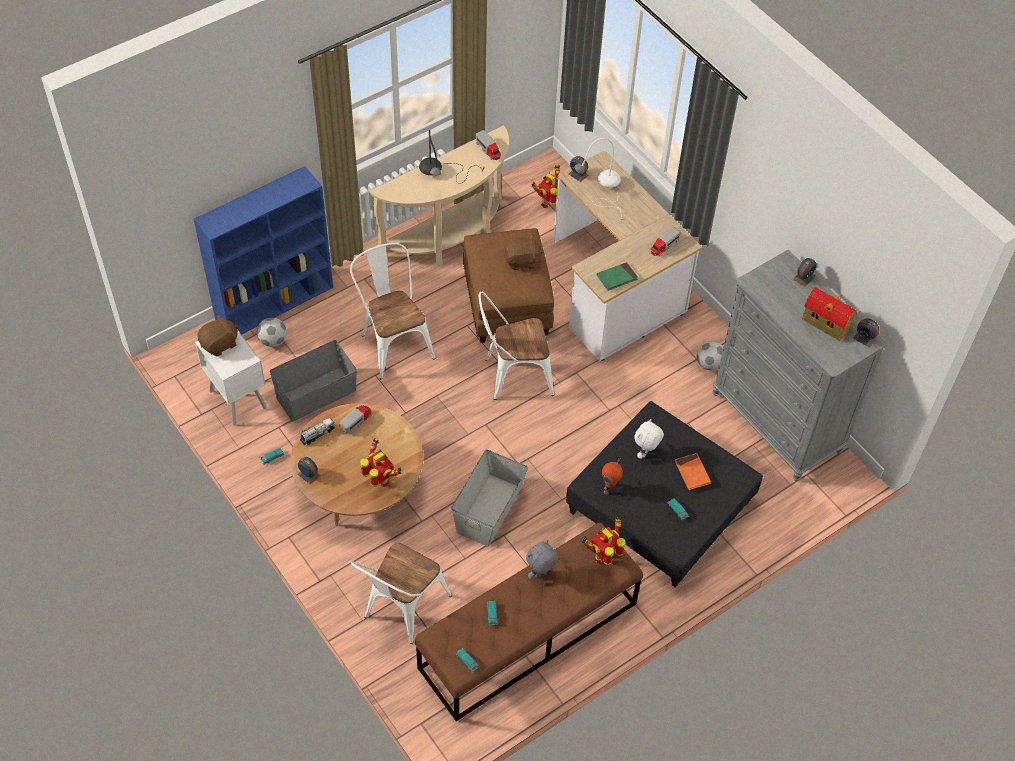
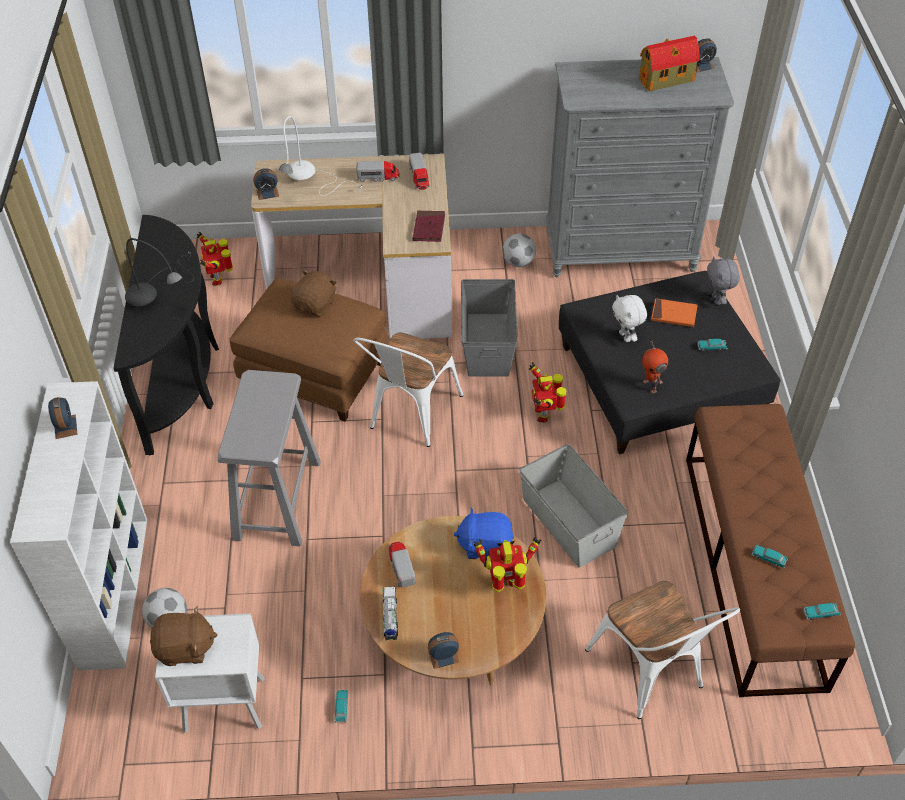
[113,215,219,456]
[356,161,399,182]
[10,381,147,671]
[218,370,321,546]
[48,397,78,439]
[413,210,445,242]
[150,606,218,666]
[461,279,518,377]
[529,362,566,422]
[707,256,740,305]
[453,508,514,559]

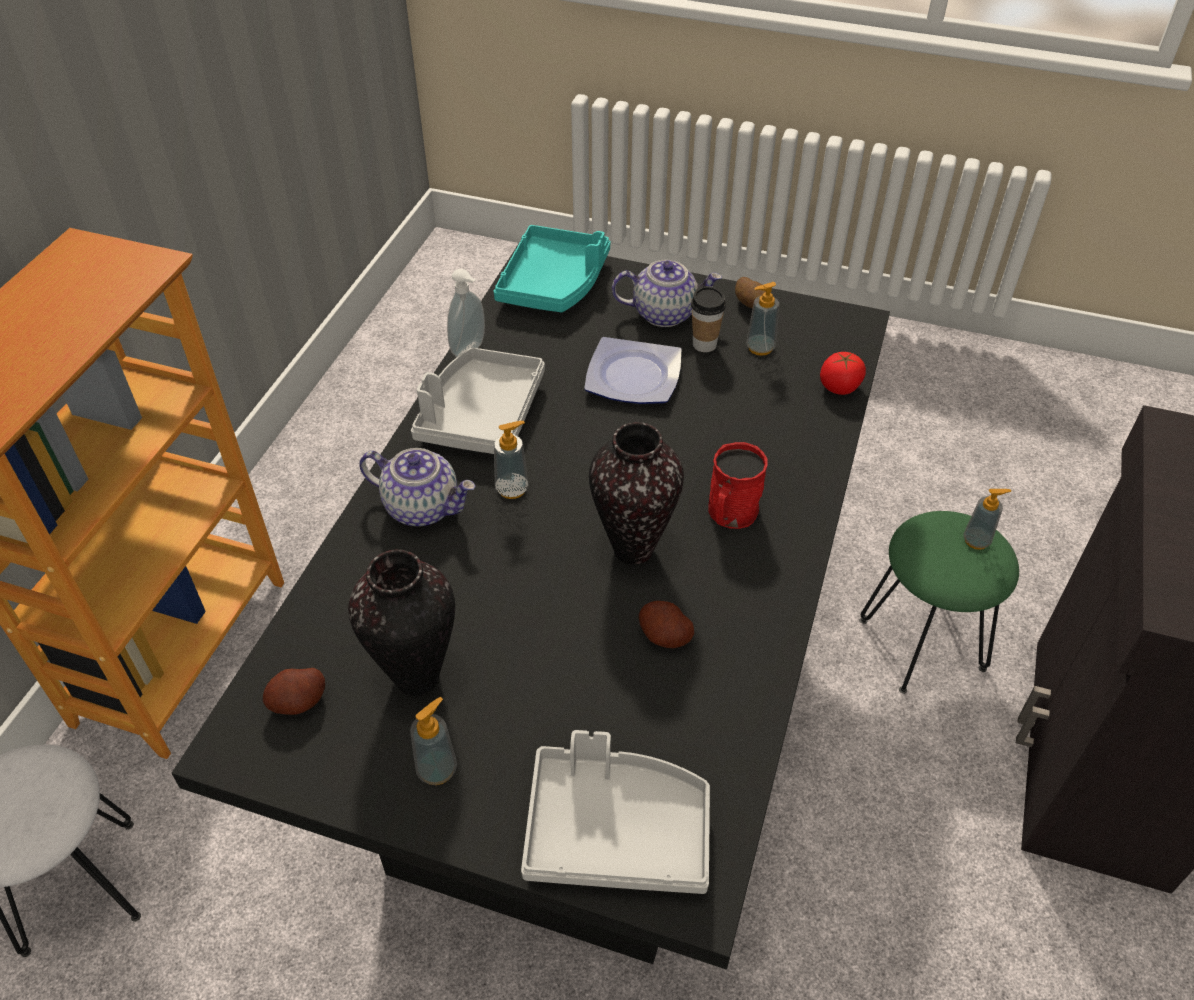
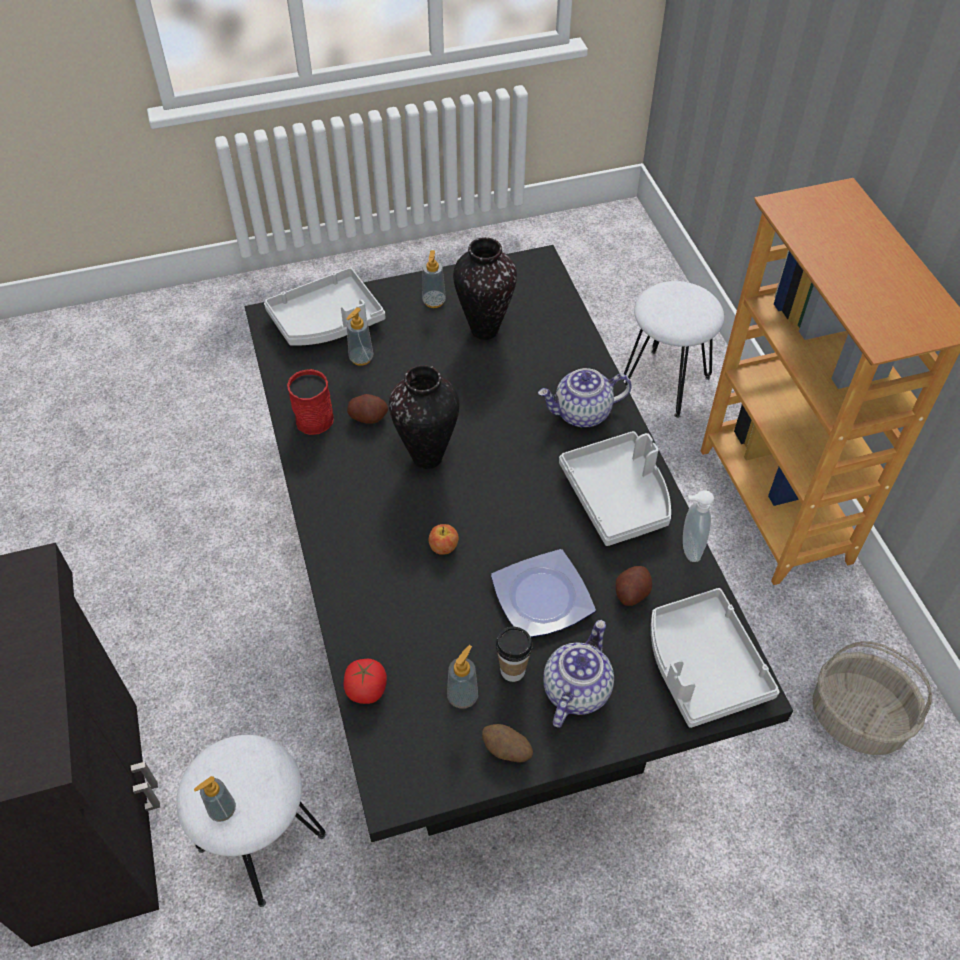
[651,588,780,728]
[543,620,614,728]
[347,308,373,366]
[287,369,334,435]
[176,735,326,907]
[616,566,652,606]
[429,524,459,555]
[813,641,932,755]

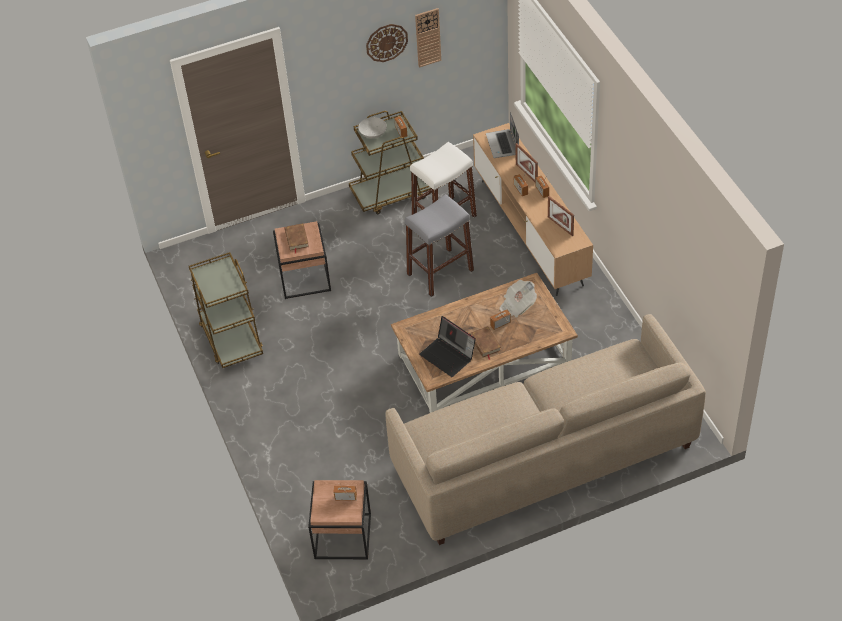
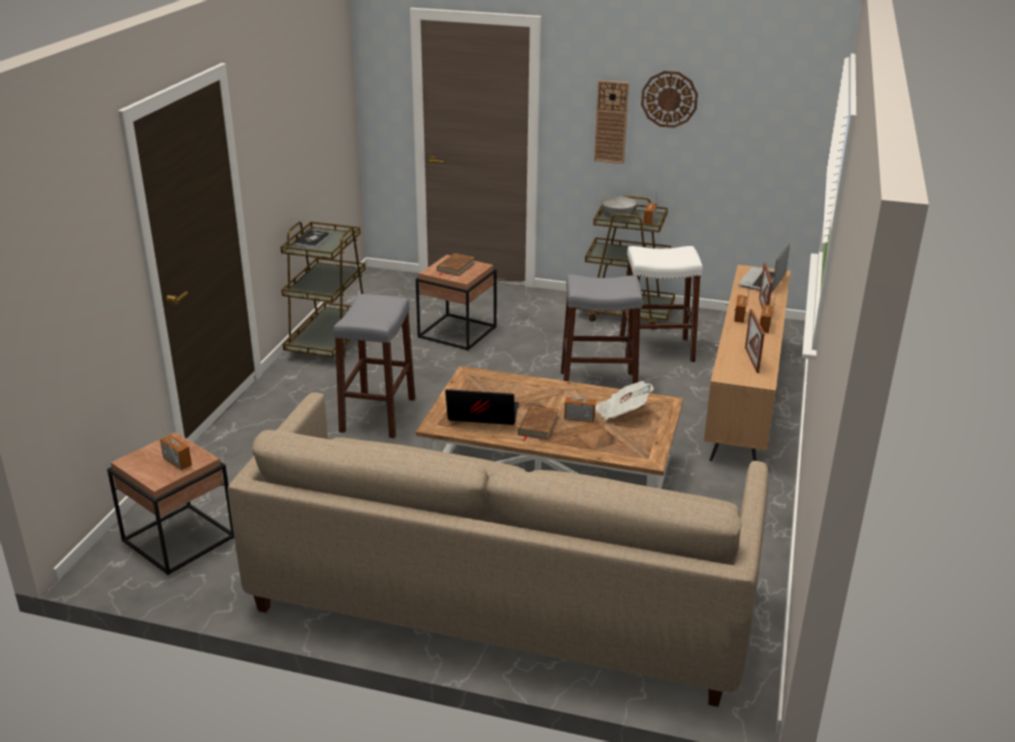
[594,80,629,164]
[445,389,519,425]
[294,230,331,248]
[334,294,415,438]

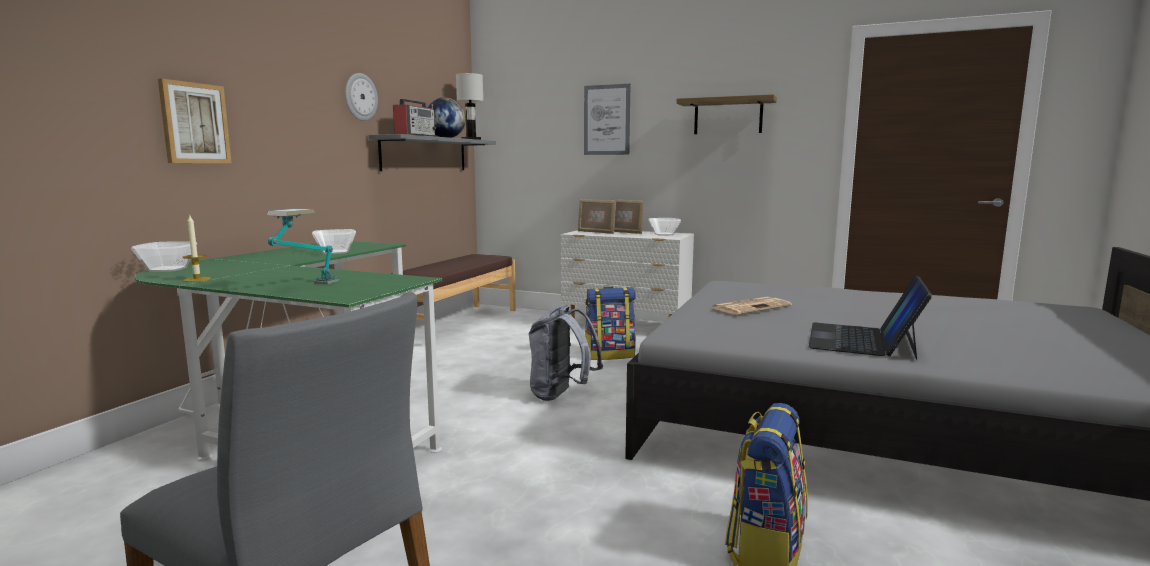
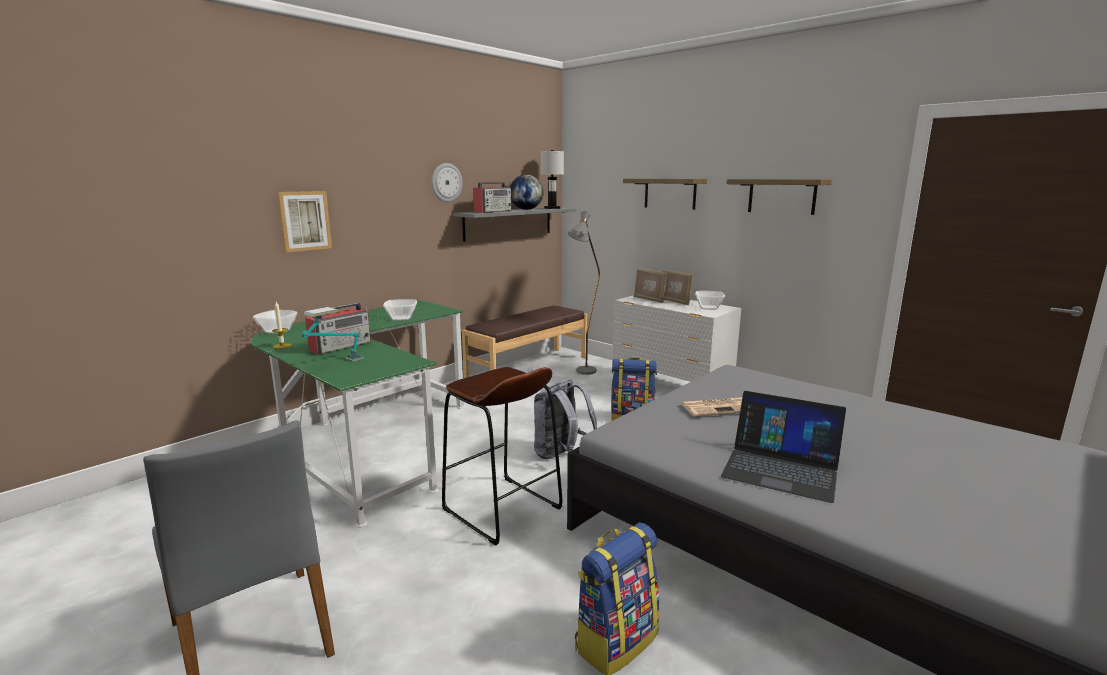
[623,179,707,210]
[721,391,846,503]
[568,211,600,375]
[305,301,371,355]
[442,367,562,546]

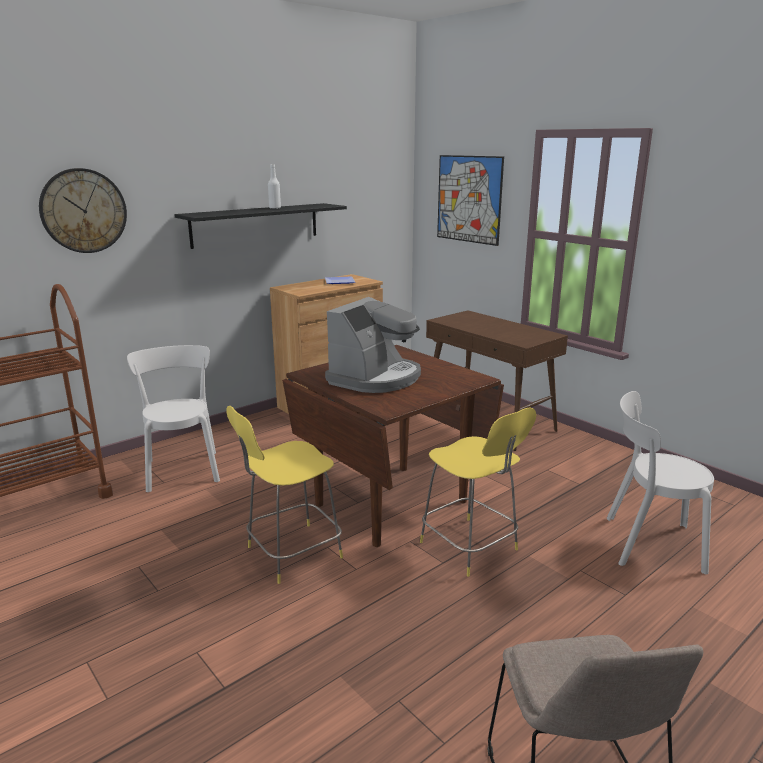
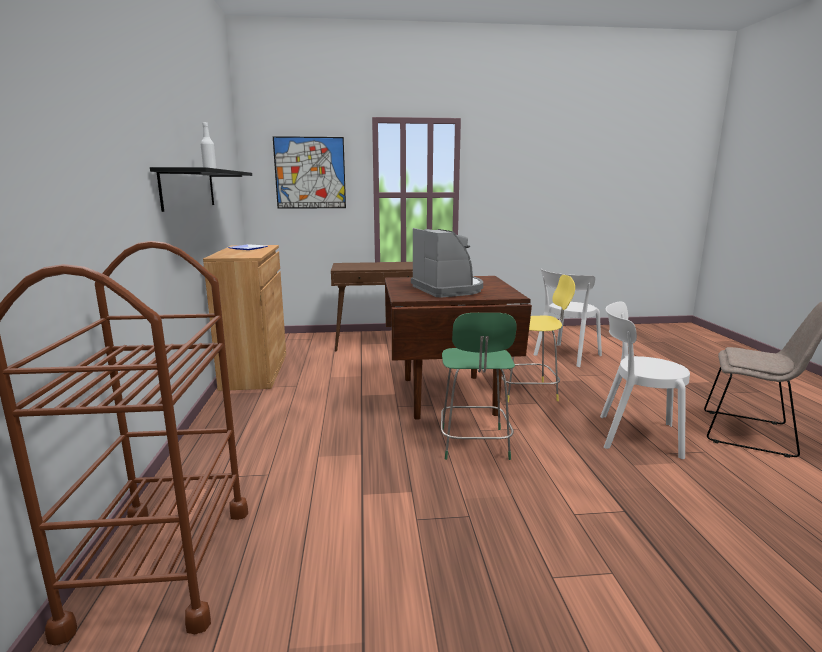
[39,168,127,253] (first image)
[600,302,690,459]
[441,313,517,460]

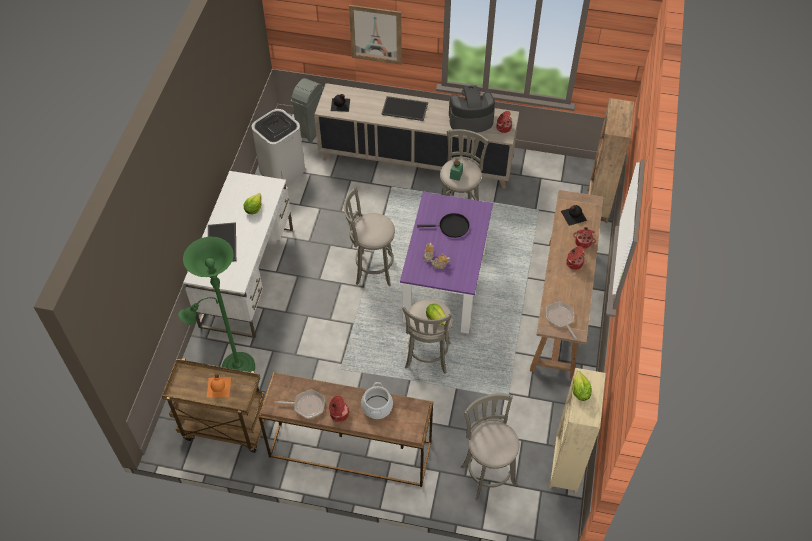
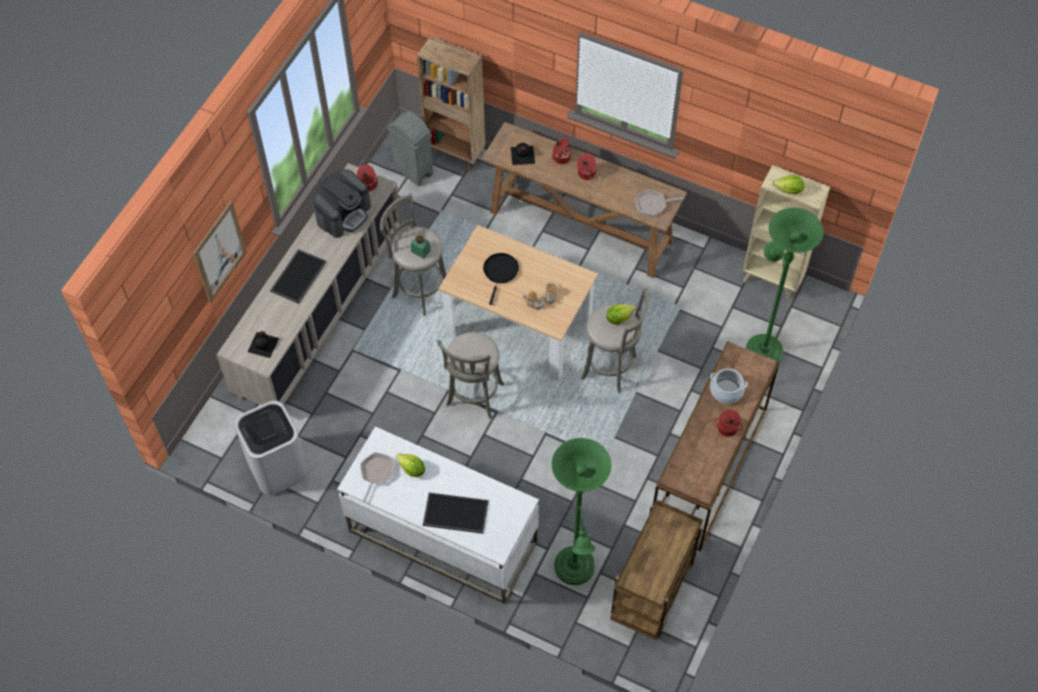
[388,111,433,186]
[313,169,371,238]
[438,225,598,382]
[207,375,231,398] (first image)
[361,452,395,503]
[746,208,823,362]

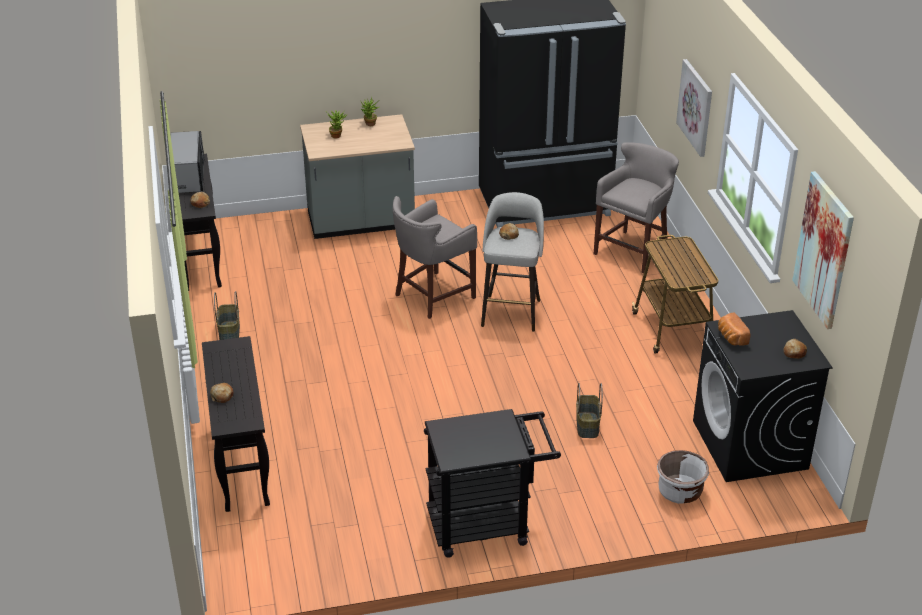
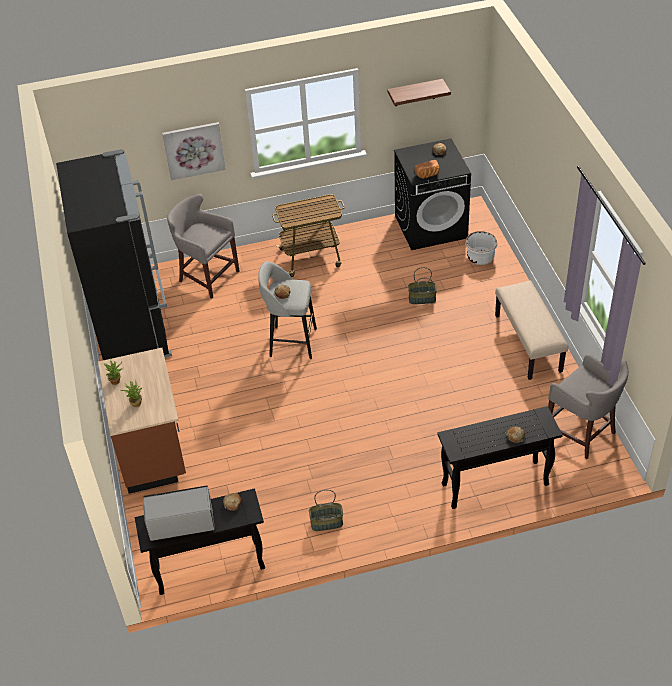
[98,348,186,494]
[387,79,451,106]
[548,354,628,459]
[495,281,568,380]

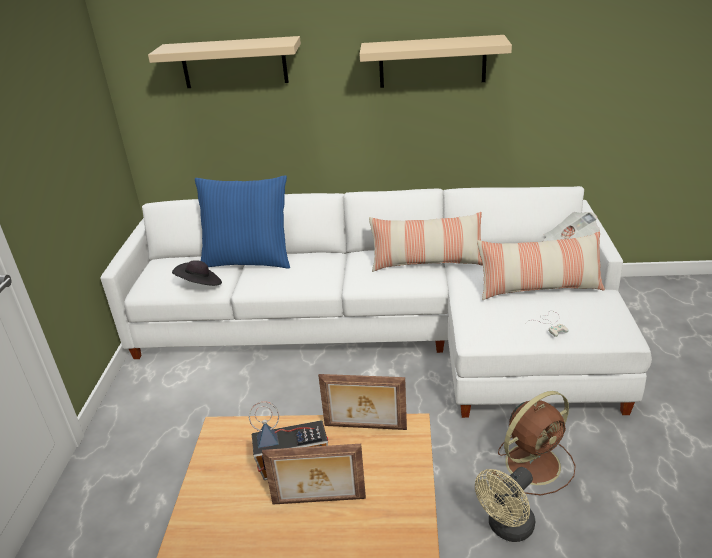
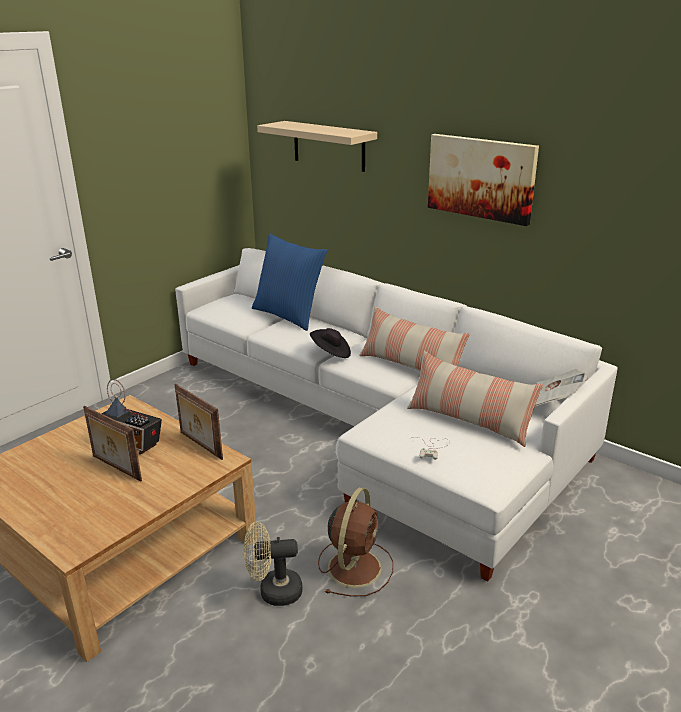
[428,134,539,226]
[310,328,351,358]
[318,487,393,597]

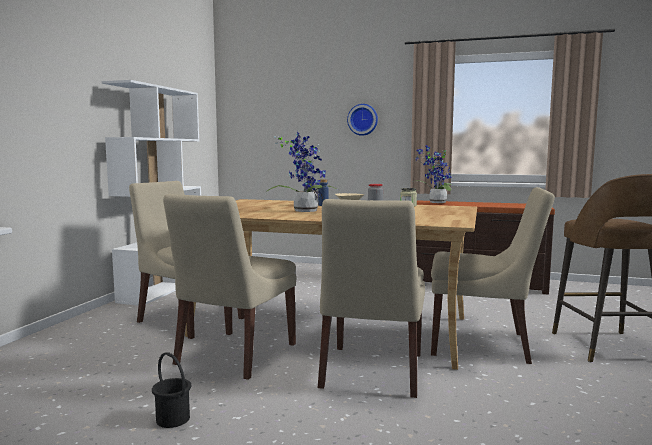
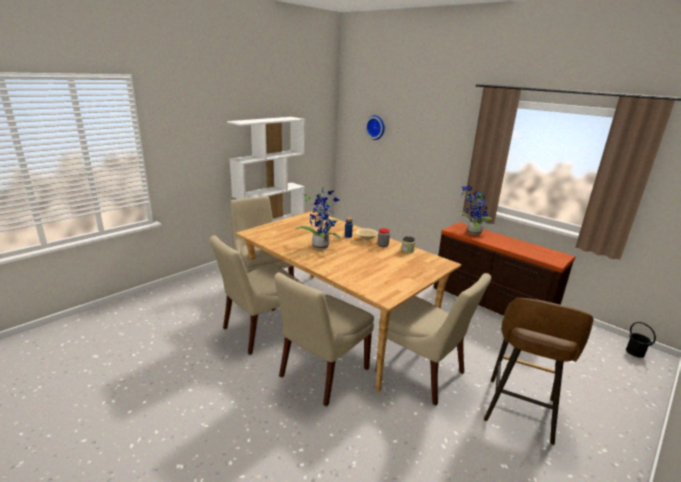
[365,115,385,140]
[626,322,656,358]

